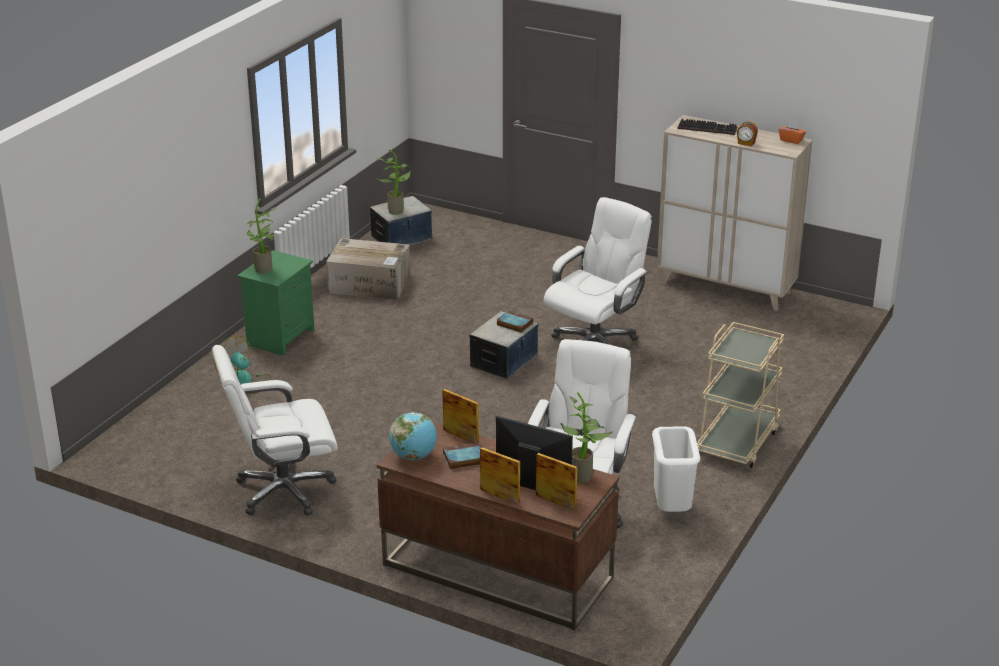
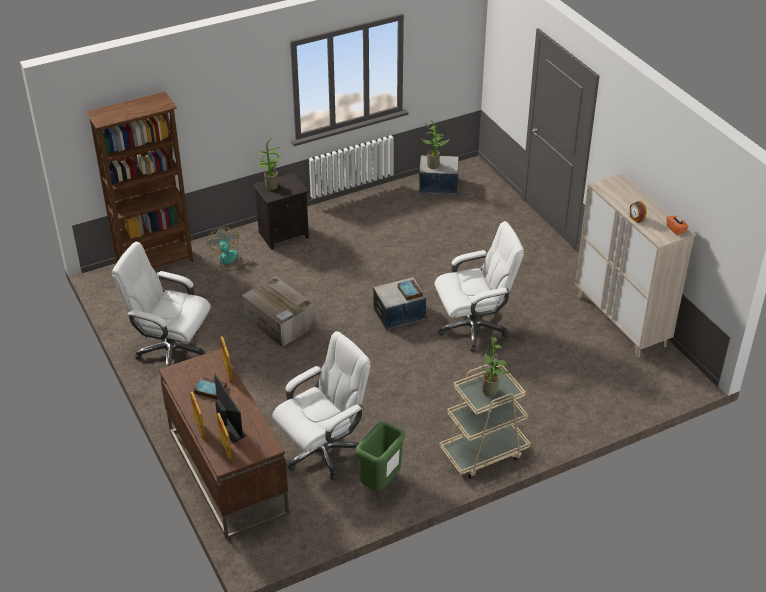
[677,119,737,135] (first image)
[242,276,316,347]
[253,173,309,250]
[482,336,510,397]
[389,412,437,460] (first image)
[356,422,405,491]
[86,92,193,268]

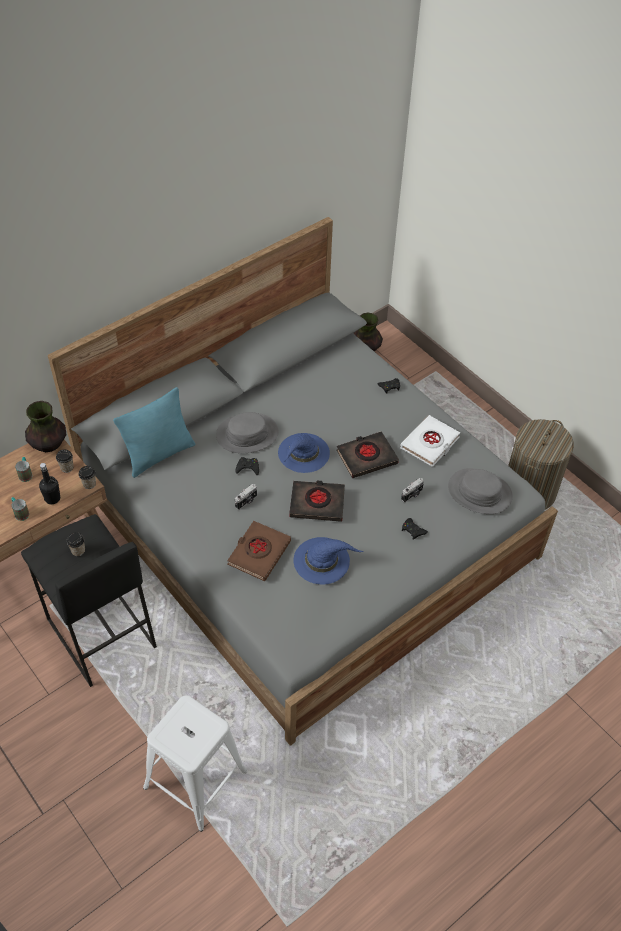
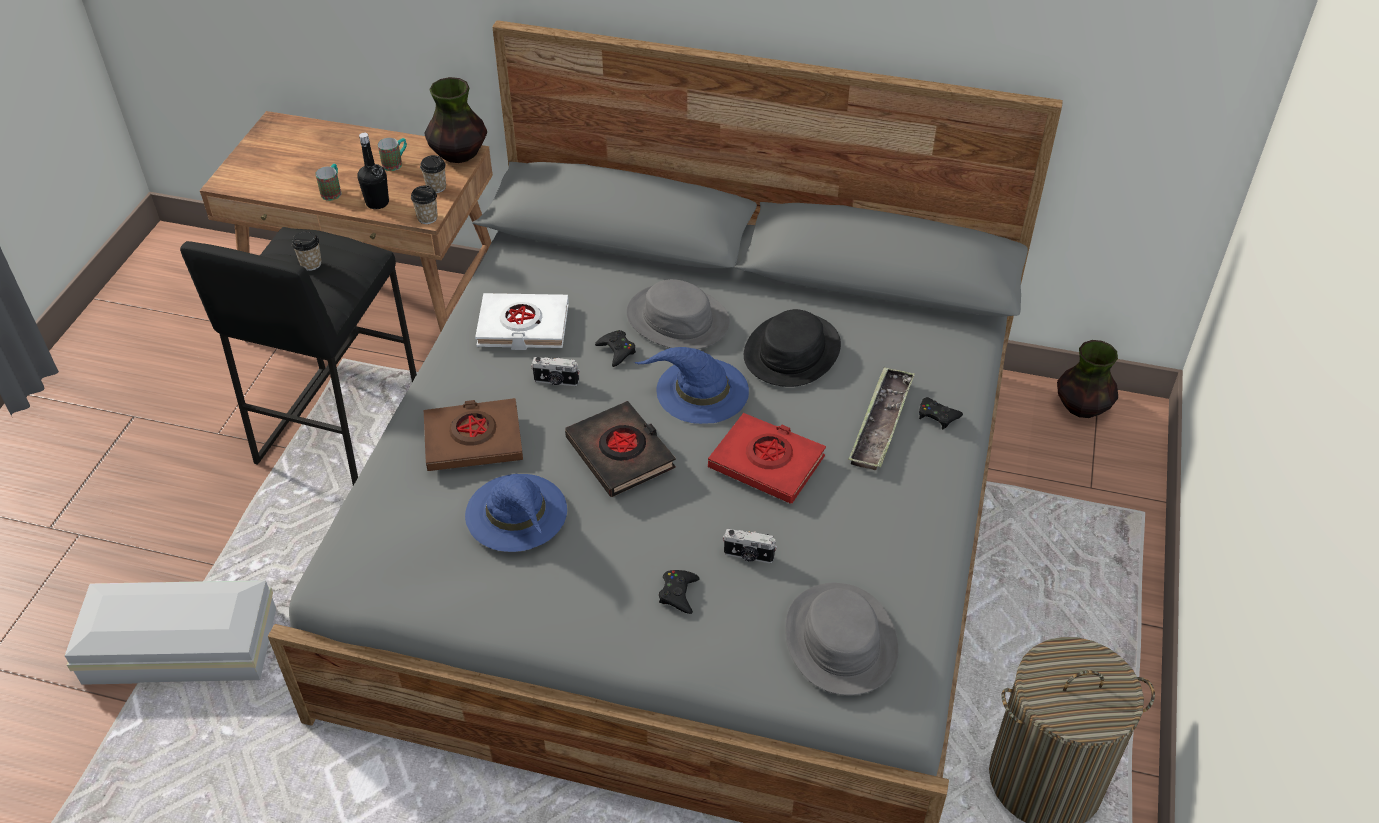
[113,387,195,478] (first image)
[475,293,569,350]
[708,413,826,504]
[65,580,276,685]
[744,309,841,387]
[848,367,915,470]

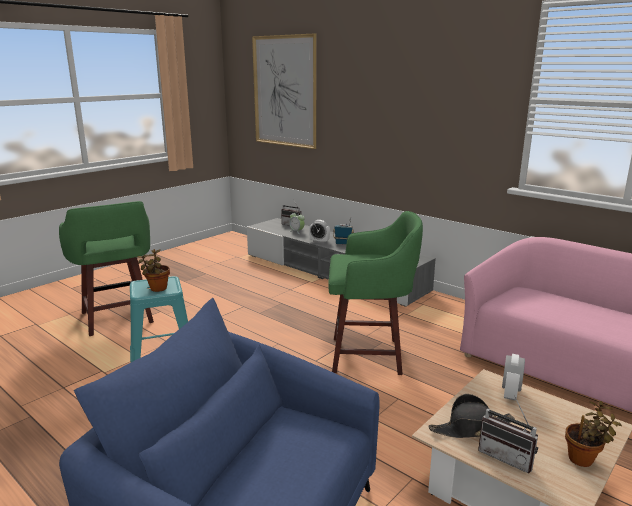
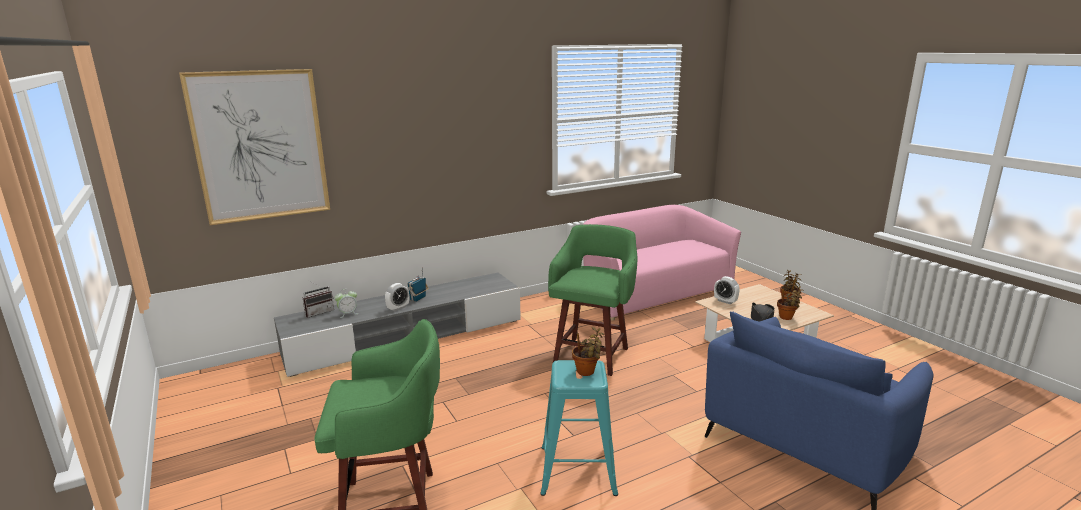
[777,285,804,320]

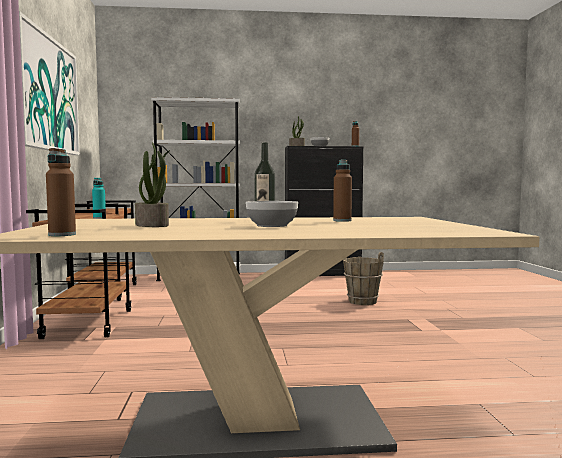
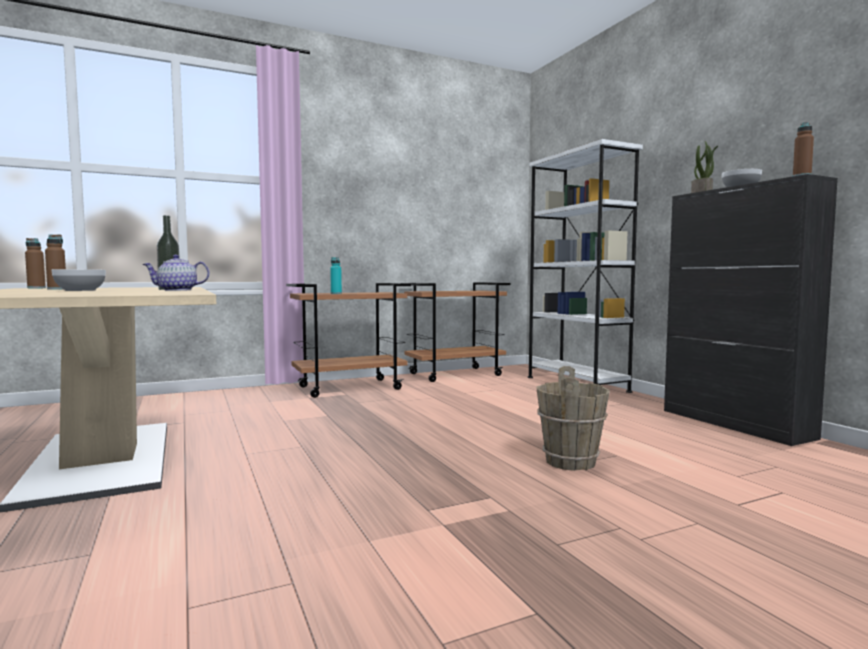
[19,11,80,155] (first image)
[135,142,170,227] (first image)
[45,234,66,290]
[143,255,210,291]

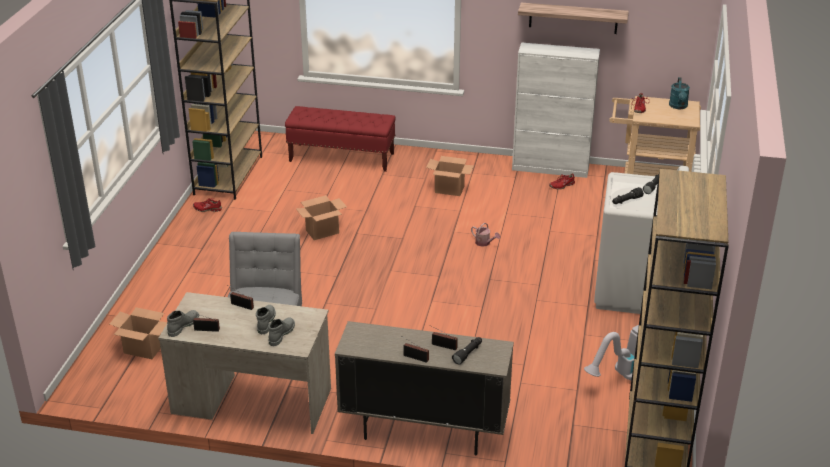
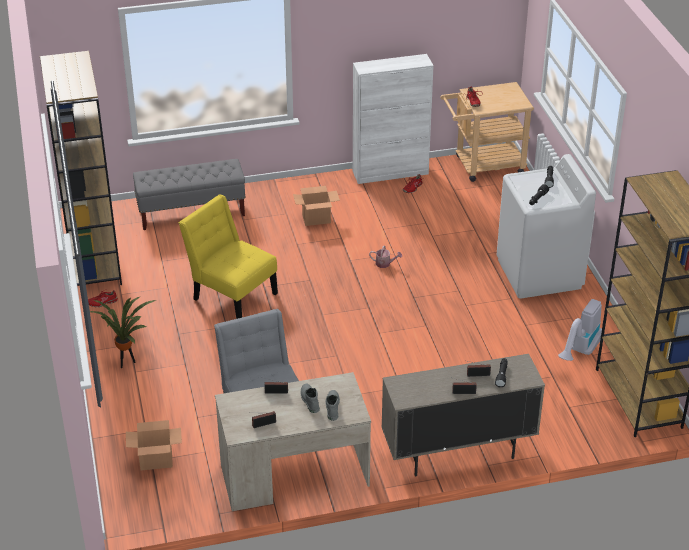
[518,3,629,34] (first image)
[669,77,690,109] (first image)
[133,159,246,230]
[179,195,278,319]
[167,310,199,337] (first image)
[90,297,156,368]

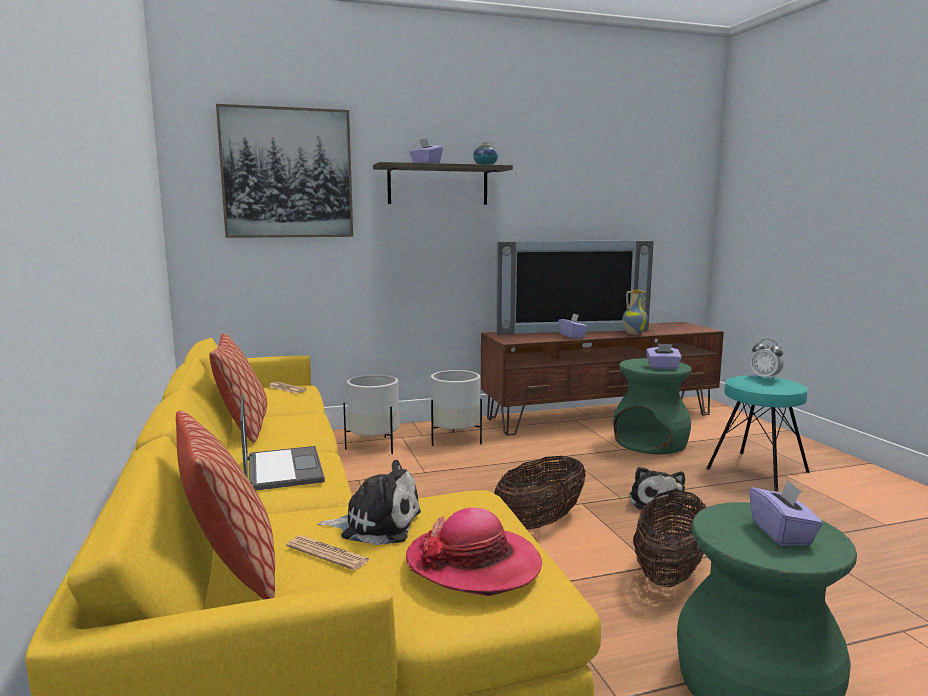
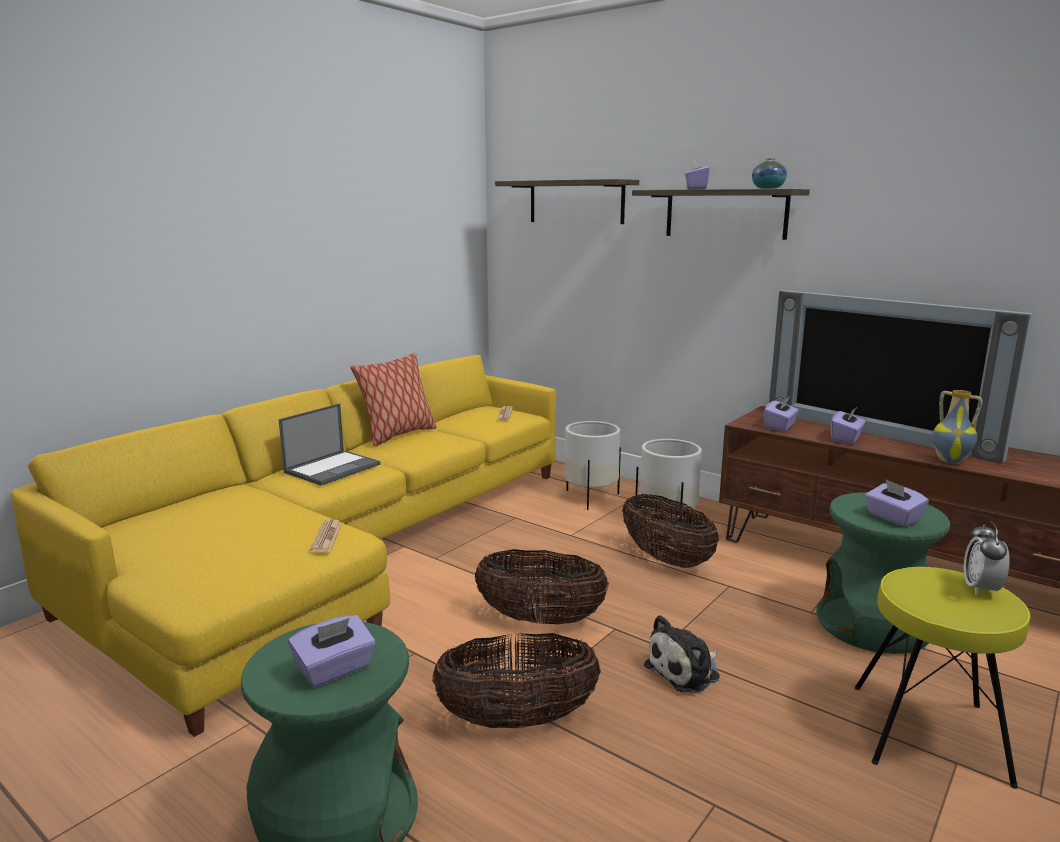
[495,179,639,224]
[854,567,1030,789]
[176,410,275,600] (first image)
[318,460,421,545] (first image)
[406,507,542,596] (first image)
[310,519,342,552]
[764,397,799,432]
[622,494,719,568]

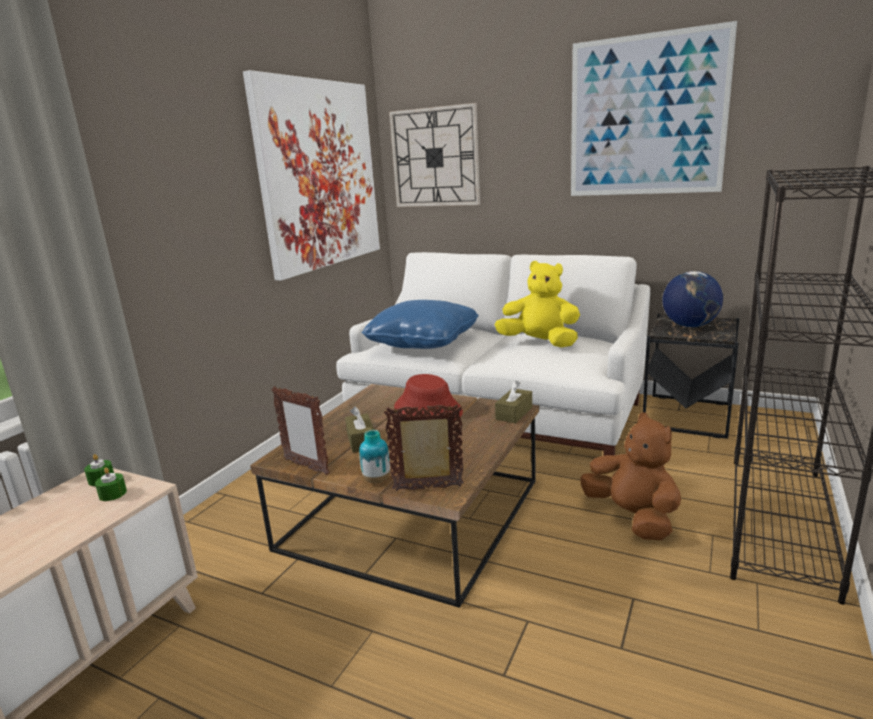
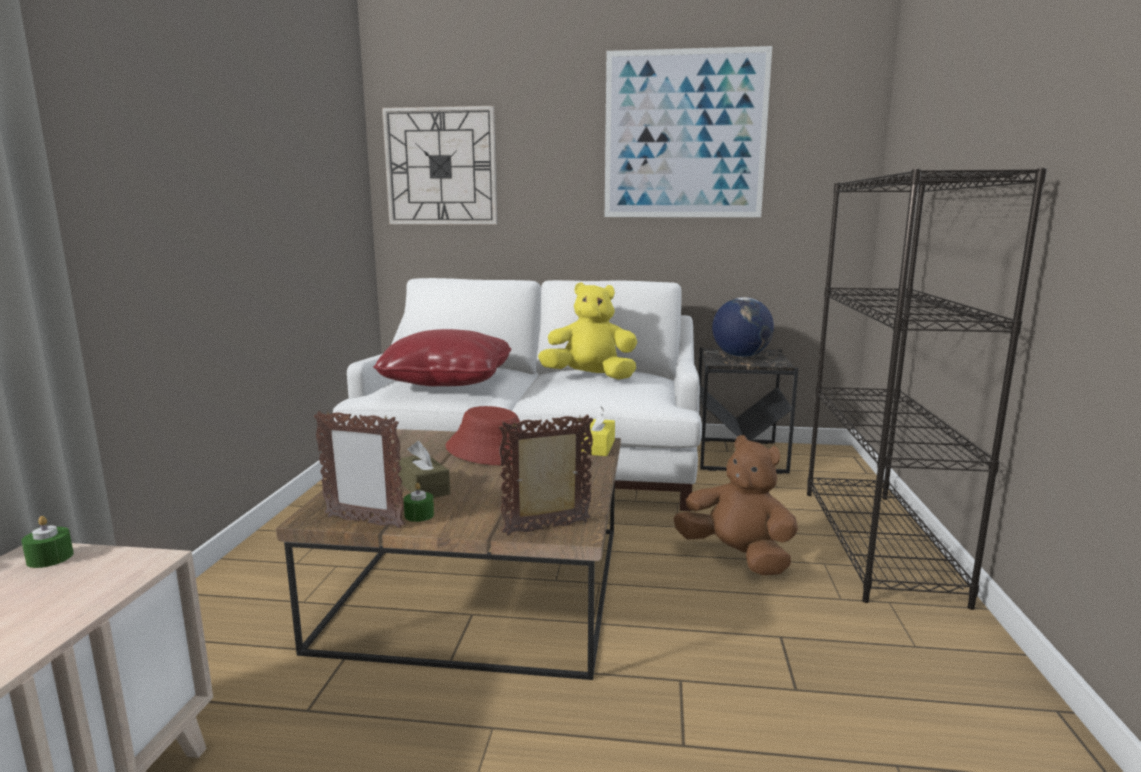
[243,70,380,281] (first image)
[373,329,511,386]
[581,406,615,456]
[359,430,390,483] (first image)
[404,483,434,522]

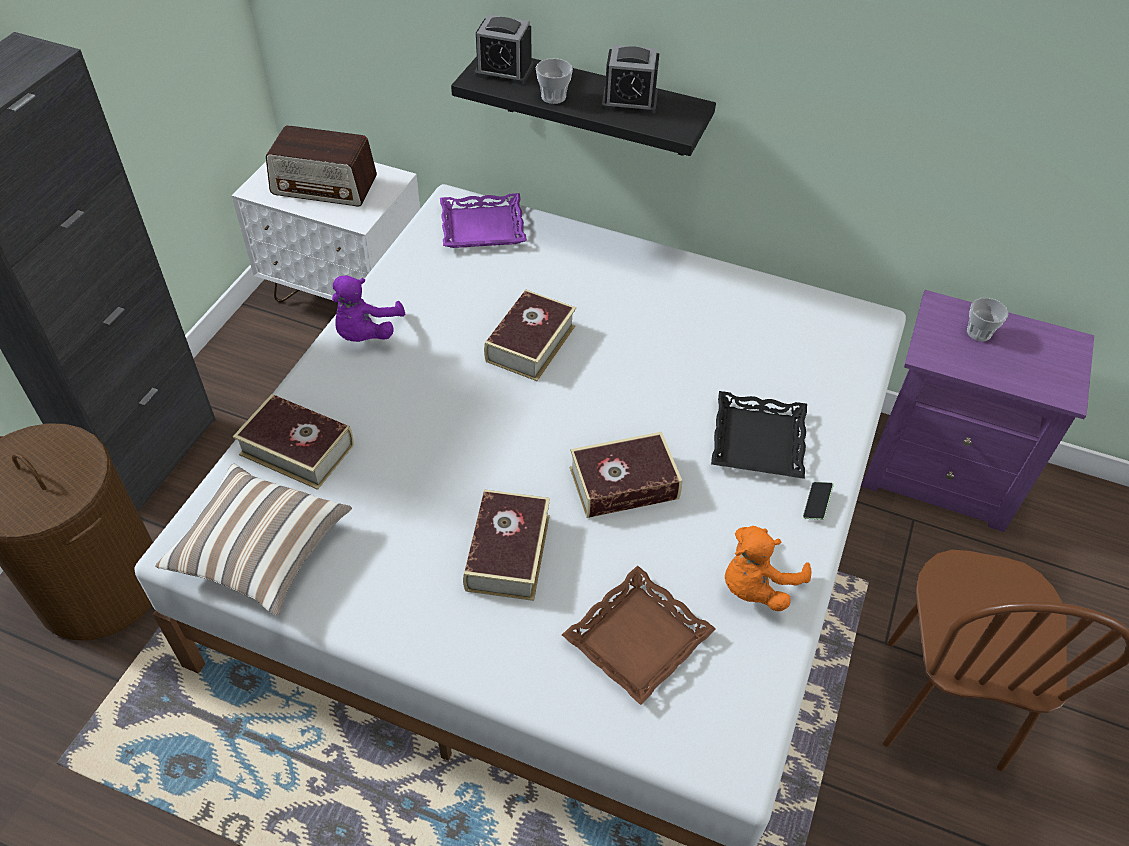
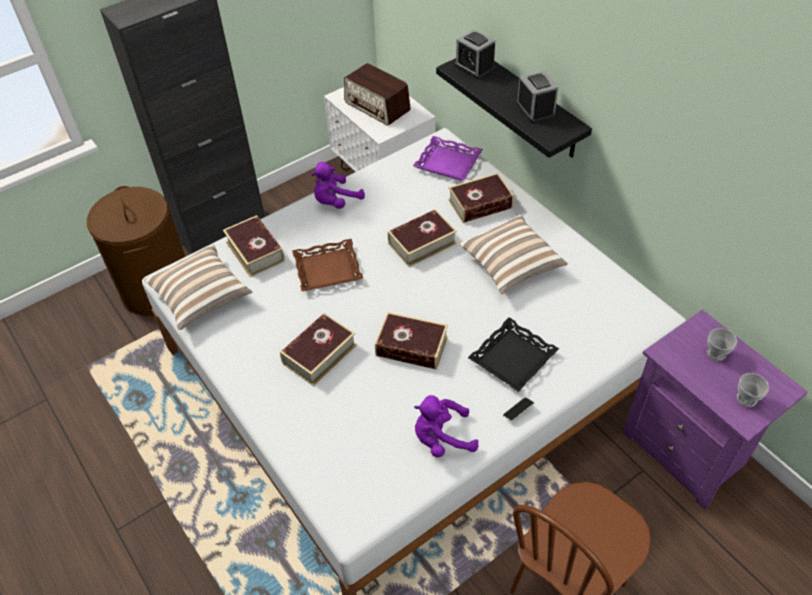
[517,71,558,123]
[737,373,769,407]
[414,395,479,457]
[292,239,363,291]
[448,173,514,223]
[458,215,568,294]

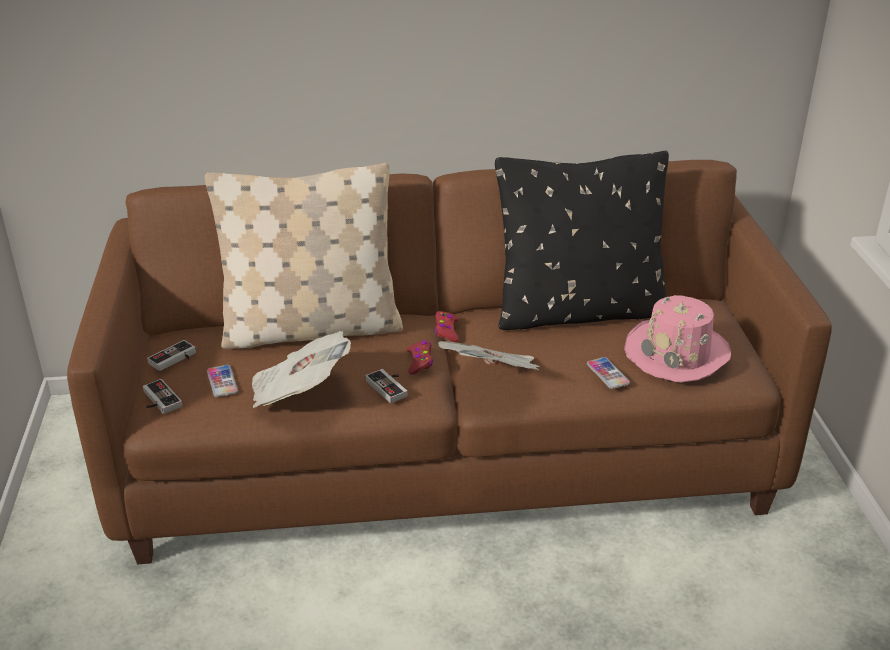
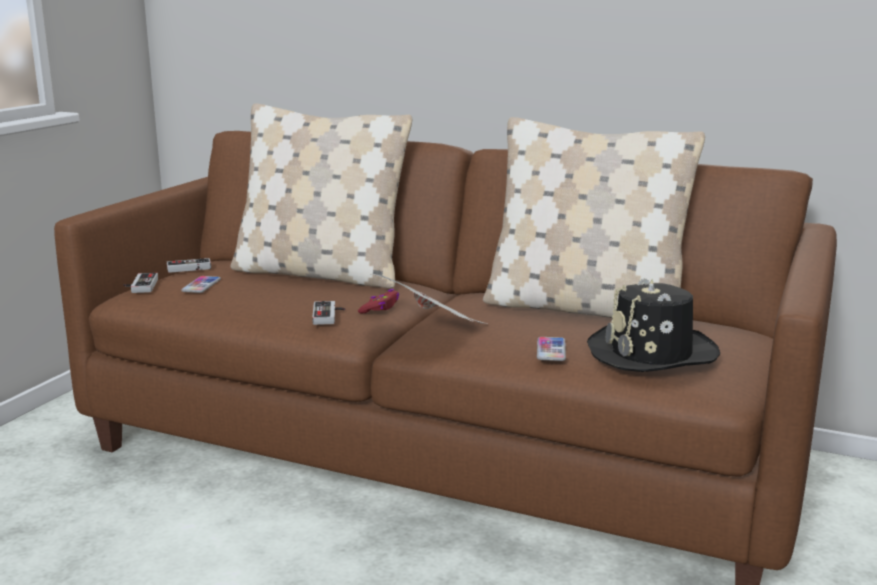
[483,117,705,318]
[587,278,720,372]
[435,311,459,342] (first image)
[252,331,351,408] (first image)

